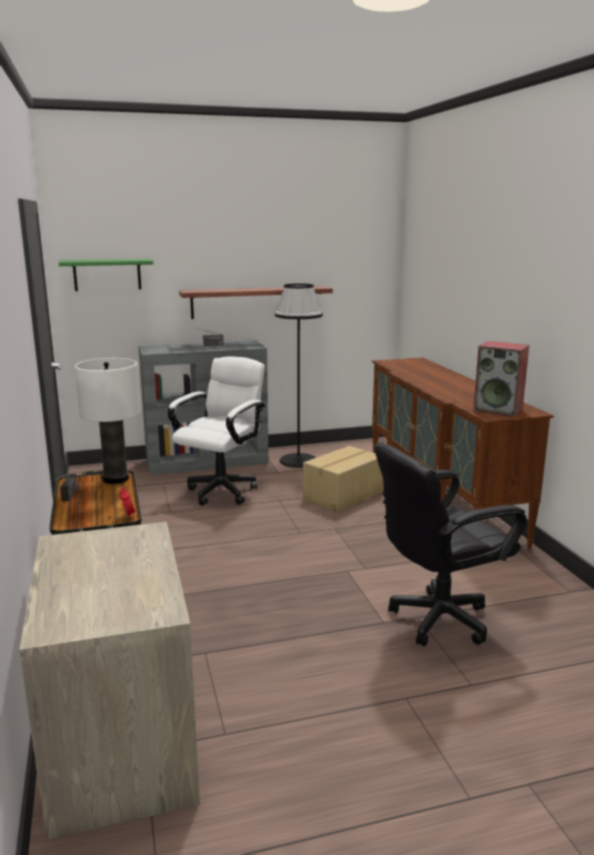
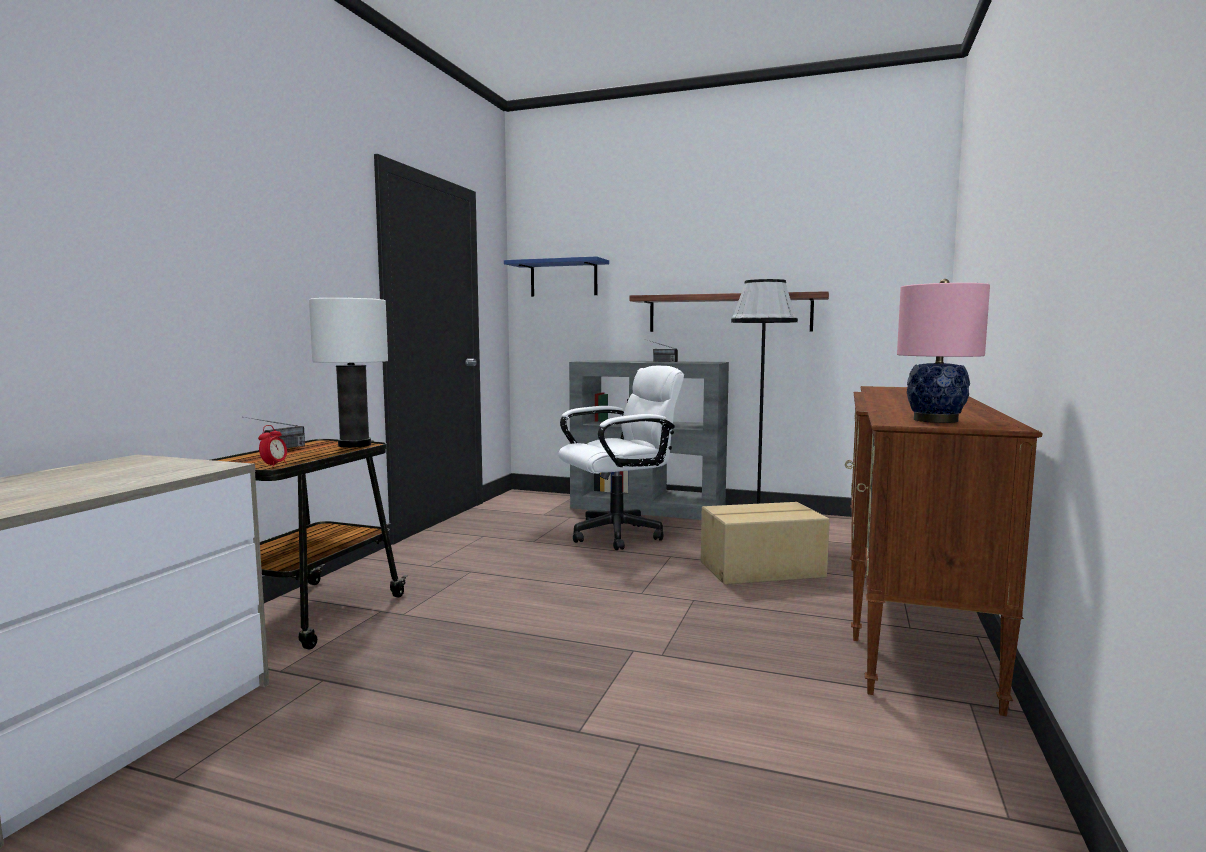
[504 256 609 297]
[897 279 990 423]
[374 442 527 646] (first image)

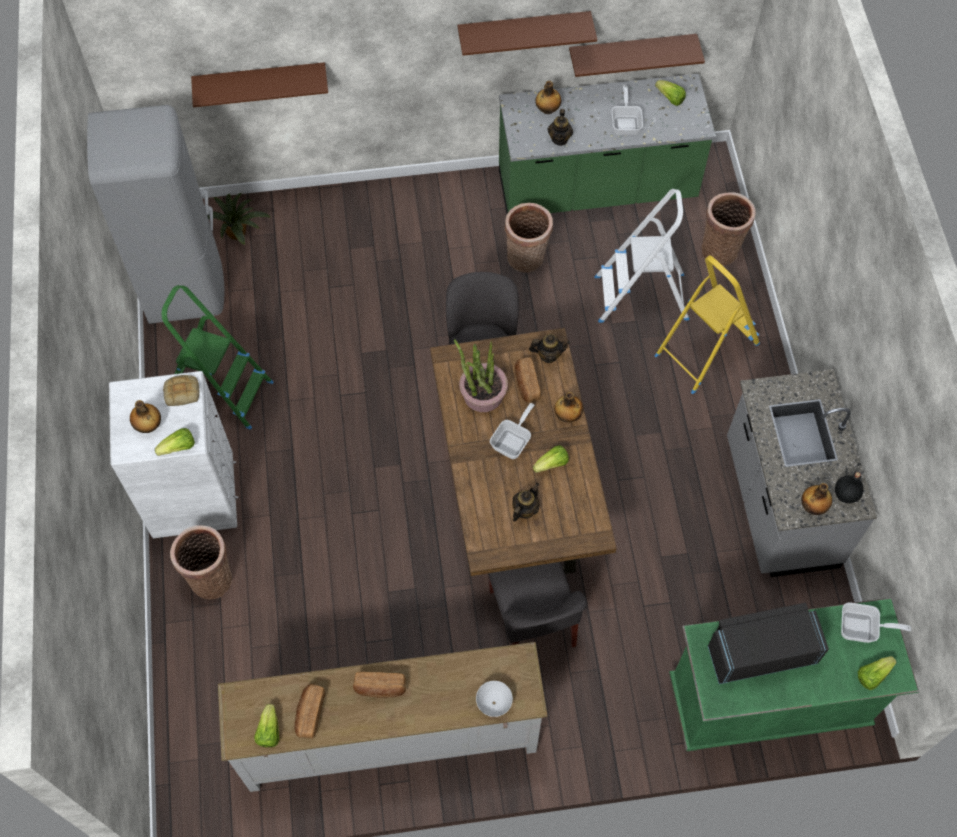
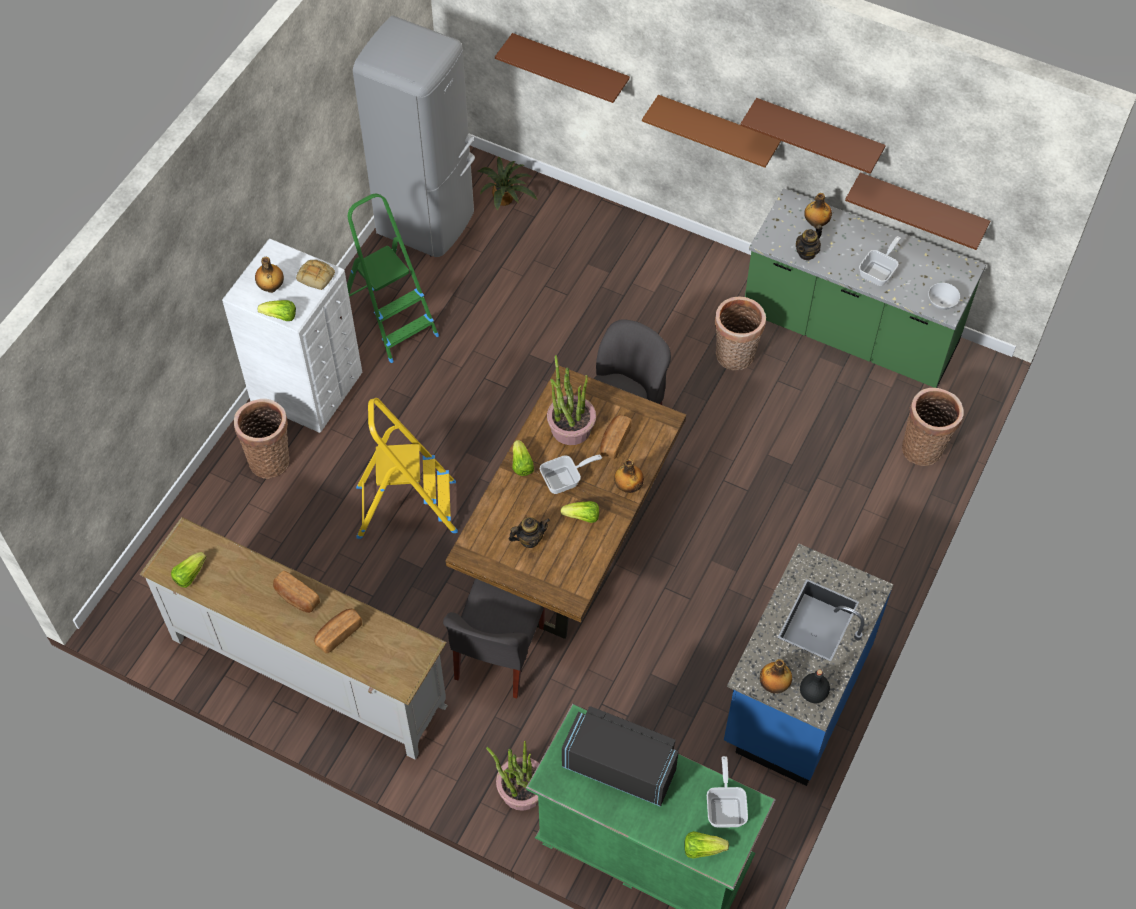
[314 609 362 653]
[356 398 458 539]
[486 741 539 811]
[512 440 534 476]
[642 95 781 168]
[707 756 748 828]
[724 544 894 786]
[928 283 960 310]
[529 334 570 363] (first image)
[594 189 690 323] (first image)

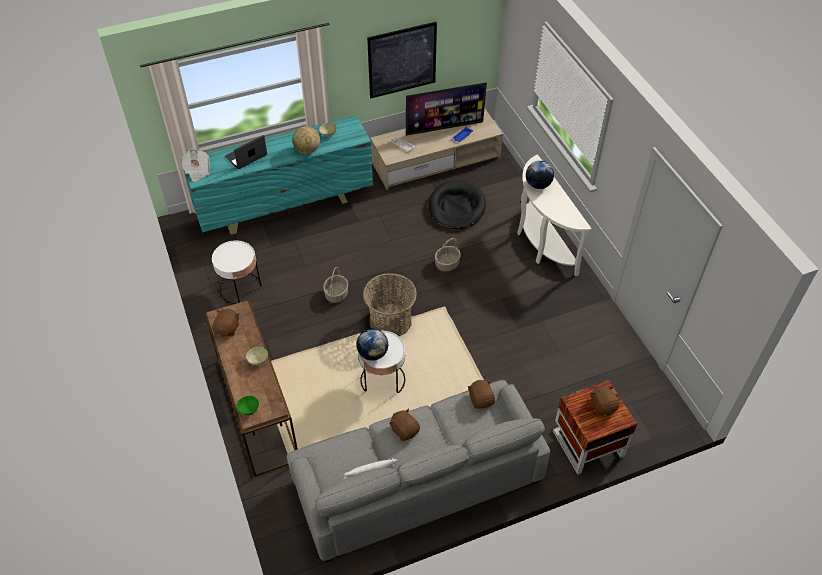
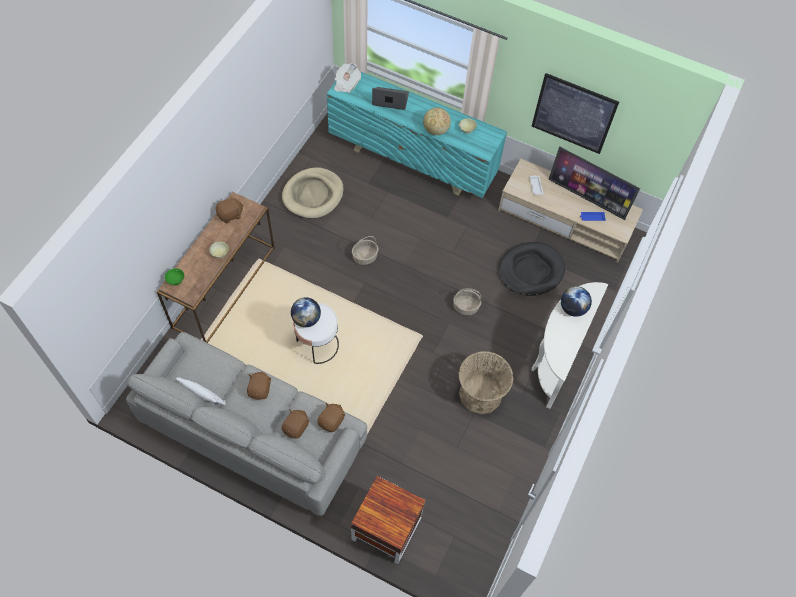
[281 409 310 439]
[282 167 344 219]
[459 351 513 415]

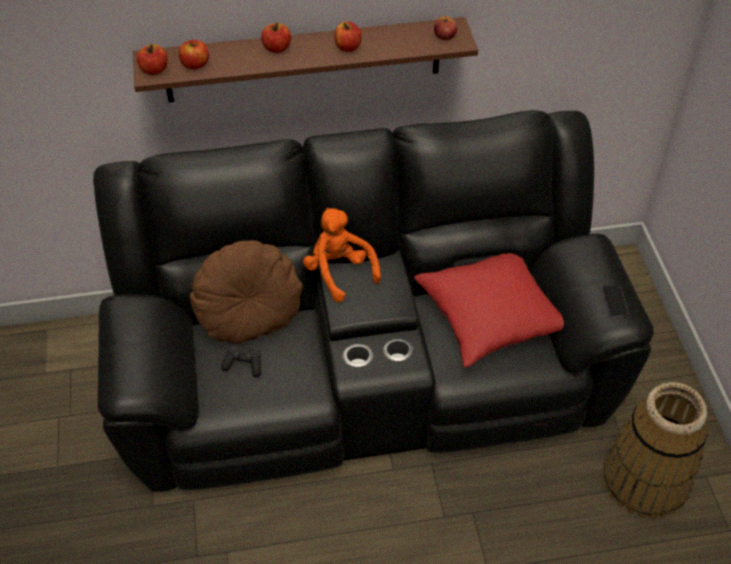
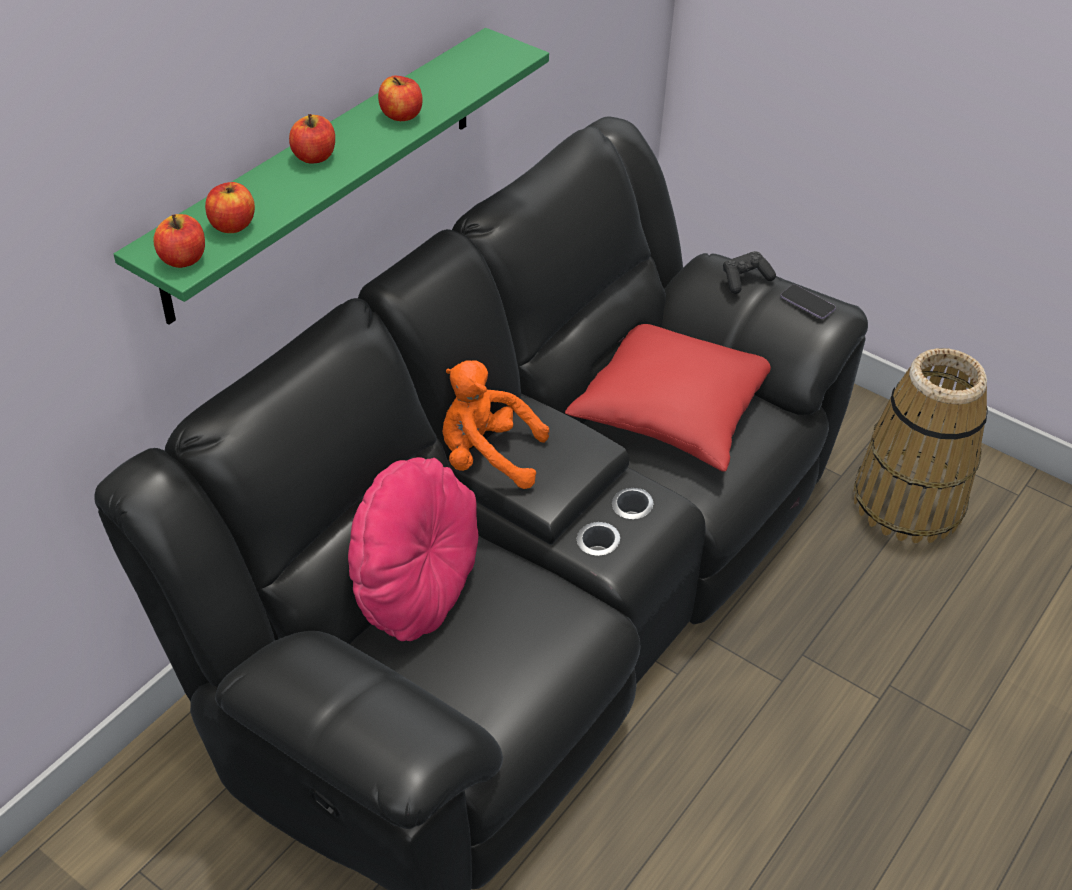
[114 28 549 325]
[348 457 478 641]
[723 251 776 294]
[434 15 457 40] (first image)

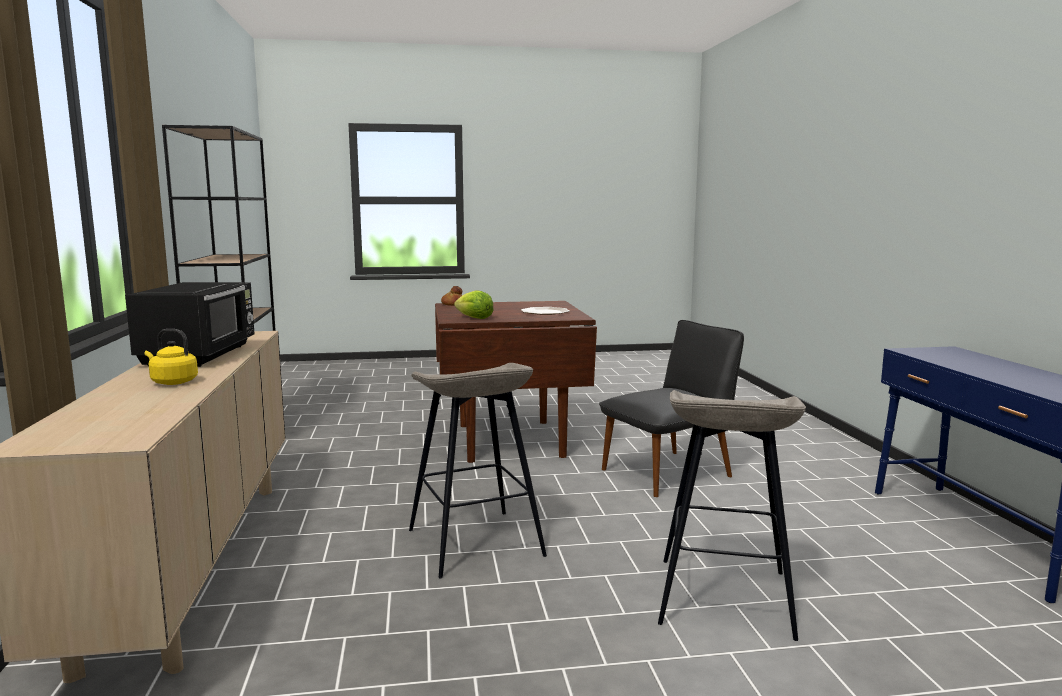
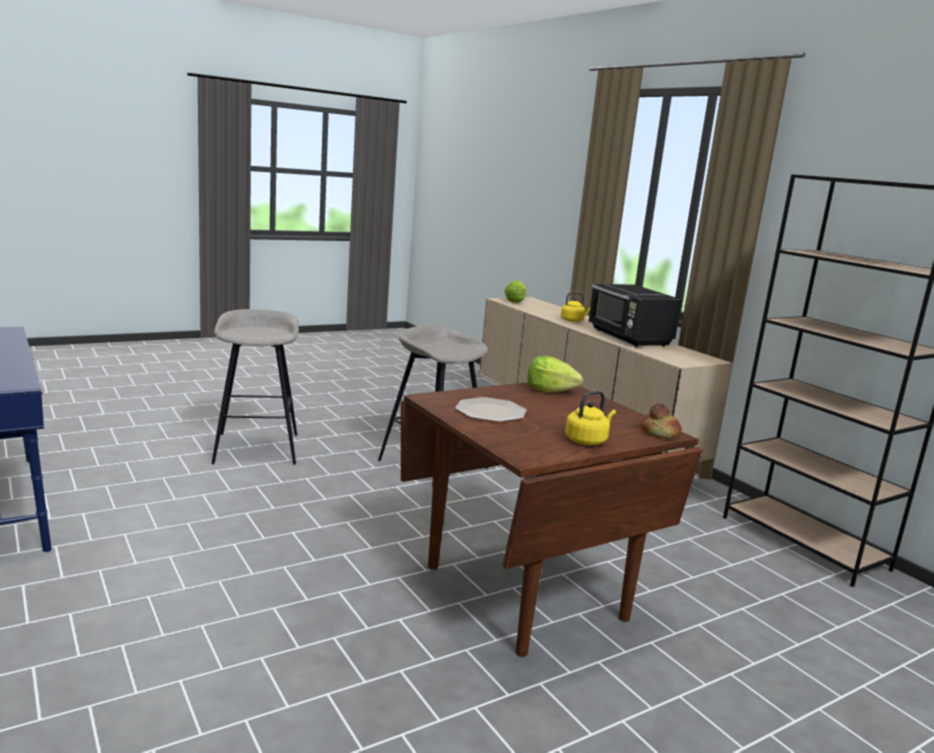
[504 281 526 303]
[565 391 616 445]
[599 320 744 497] (first image)

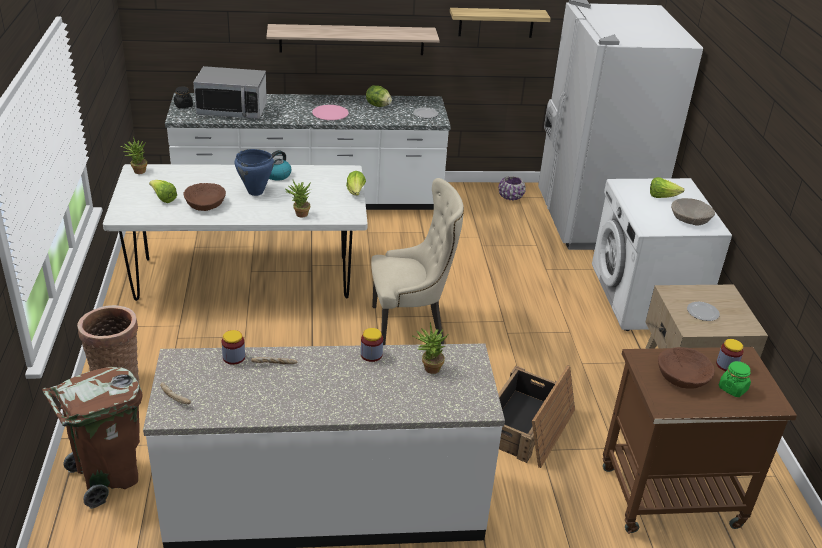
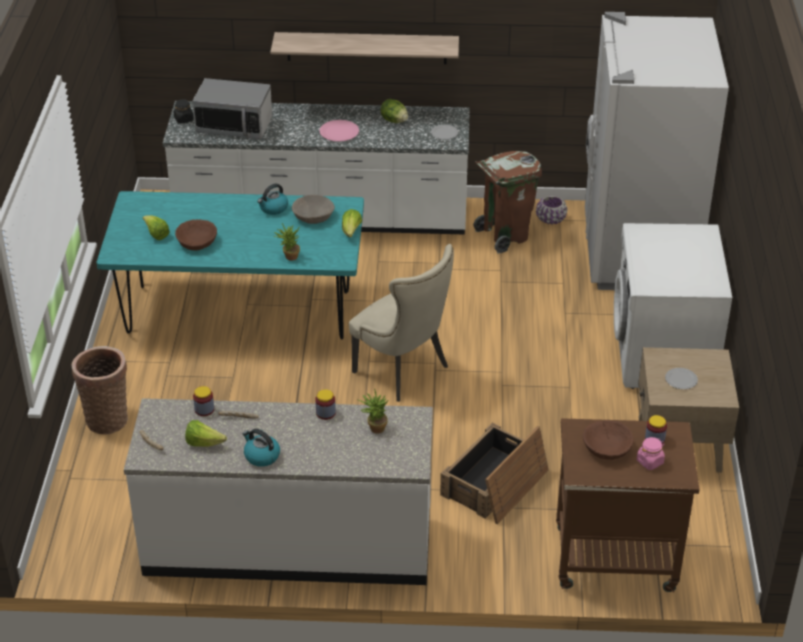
[96 191 364 339]
[185 420 227 447]
[243 429 280 467]
[292 195 335 224]
[349 244 454 402]
[473 151 542 254]
[637 437 665 470]
[120 137 147 174] (first image)
[235 149 274 196] (first image)
[450 8 551 38] (first image)

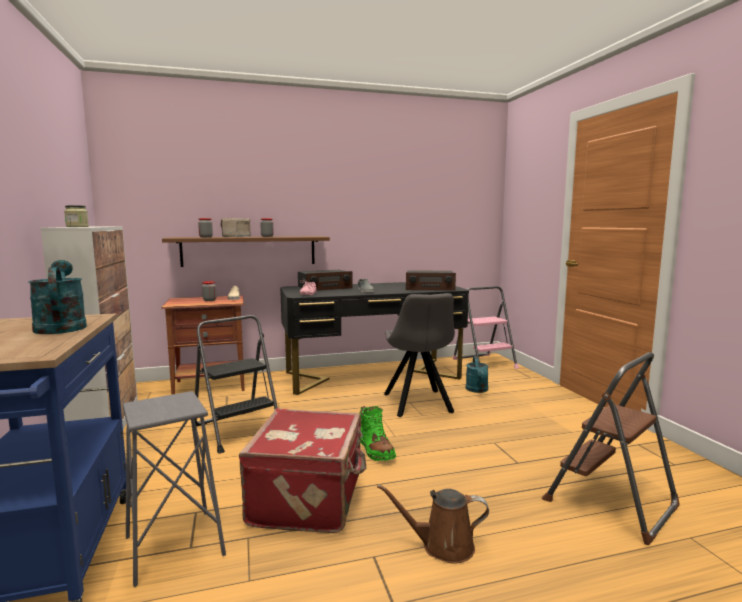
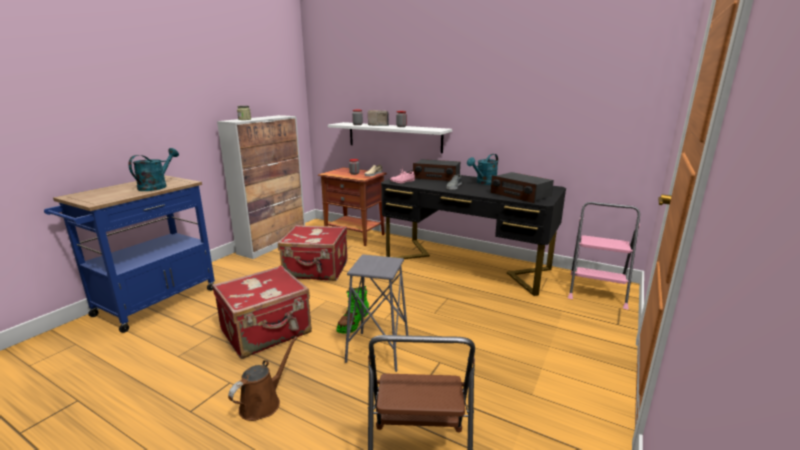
[228 336 298 421]
[278 225 348 281]
[328 122 452 153]
[345 254 408 372]
[467 154 498 185]
[384 293 455 417] (first image)

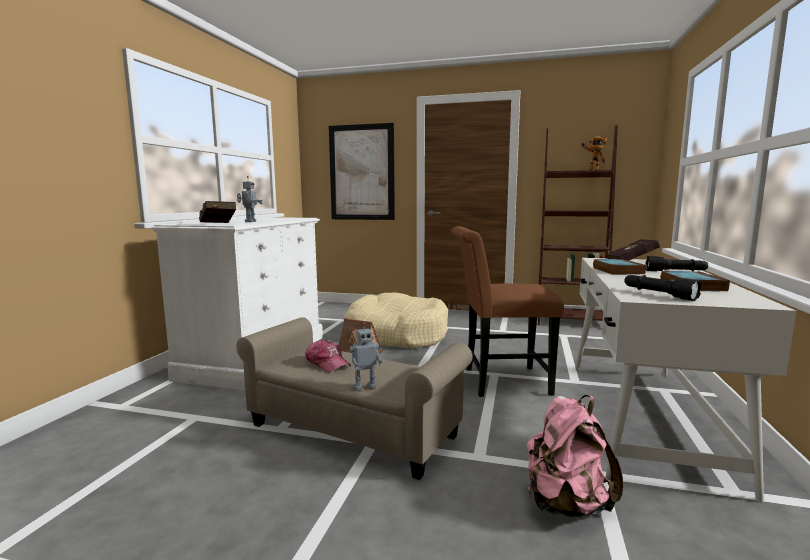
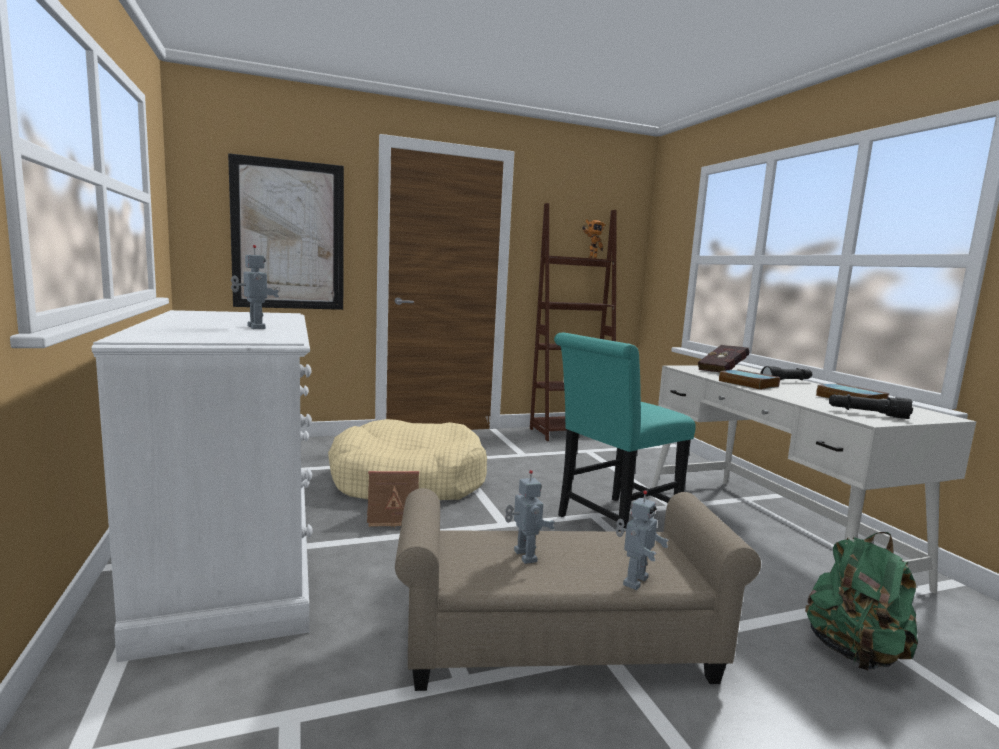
[505 470 555 564]
[554 333 696 532]
[805 532 918 671]
[199 201 236 223] (first image)

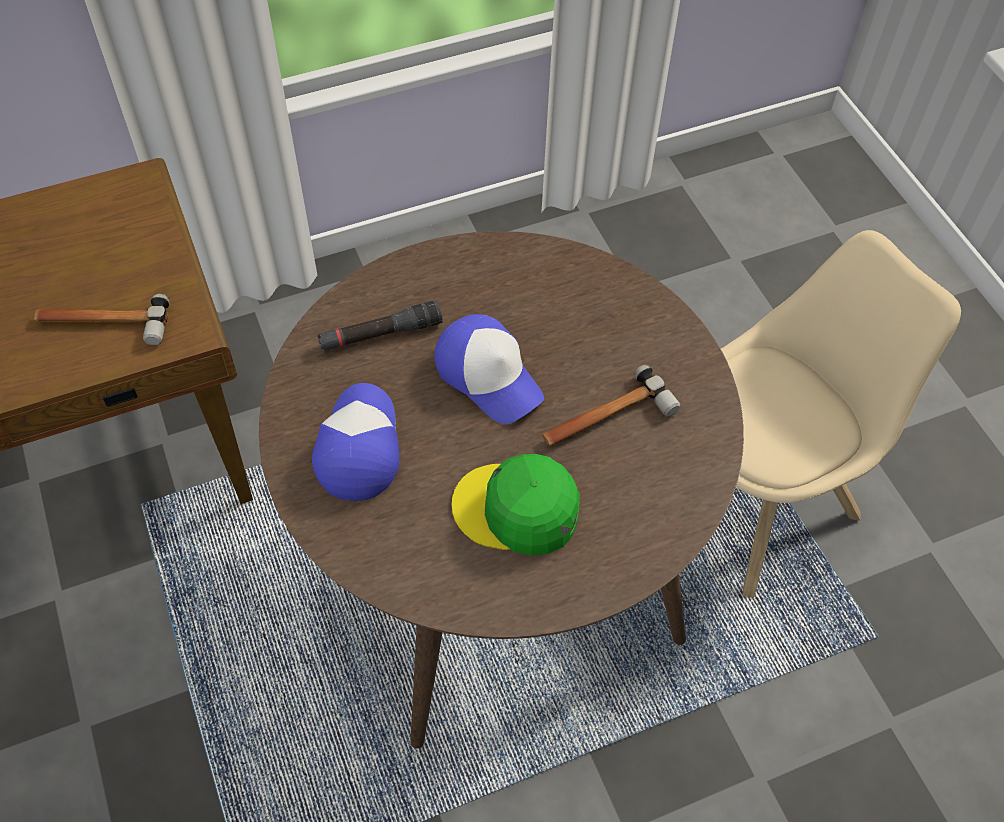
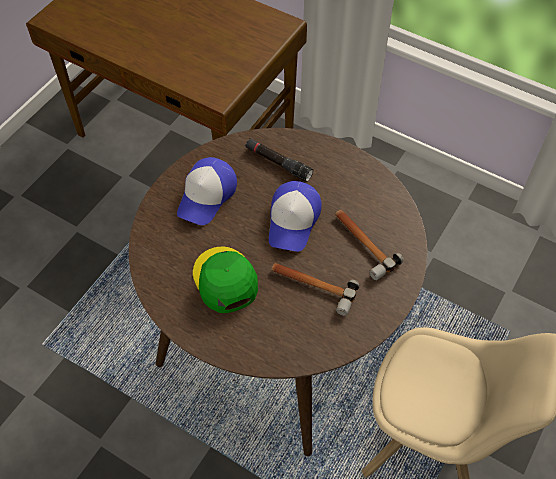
[177 157 237 225]
[335 210 404 281]

